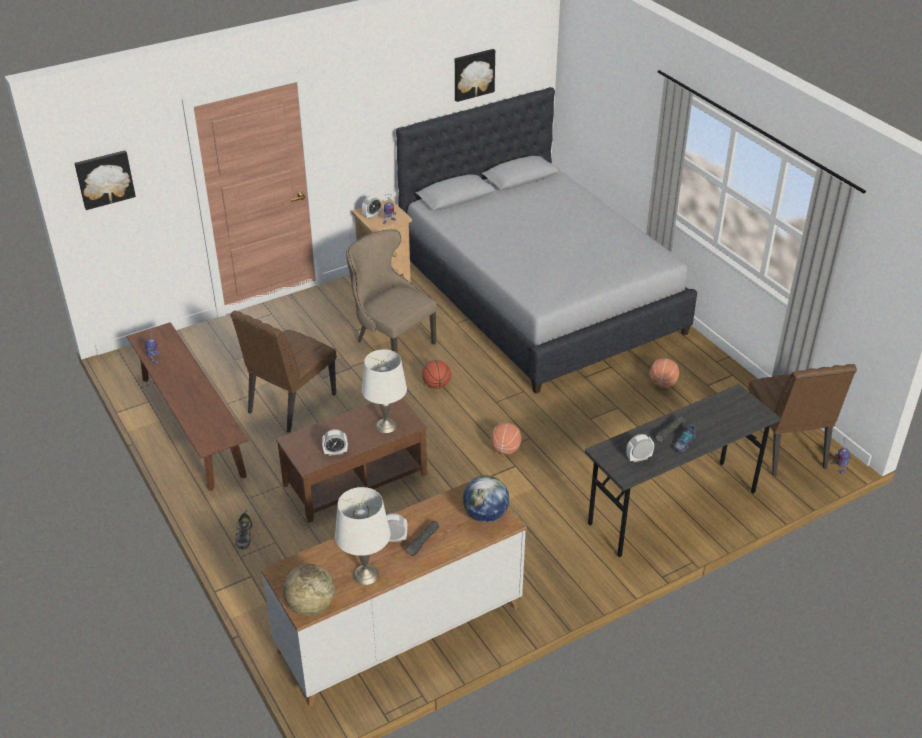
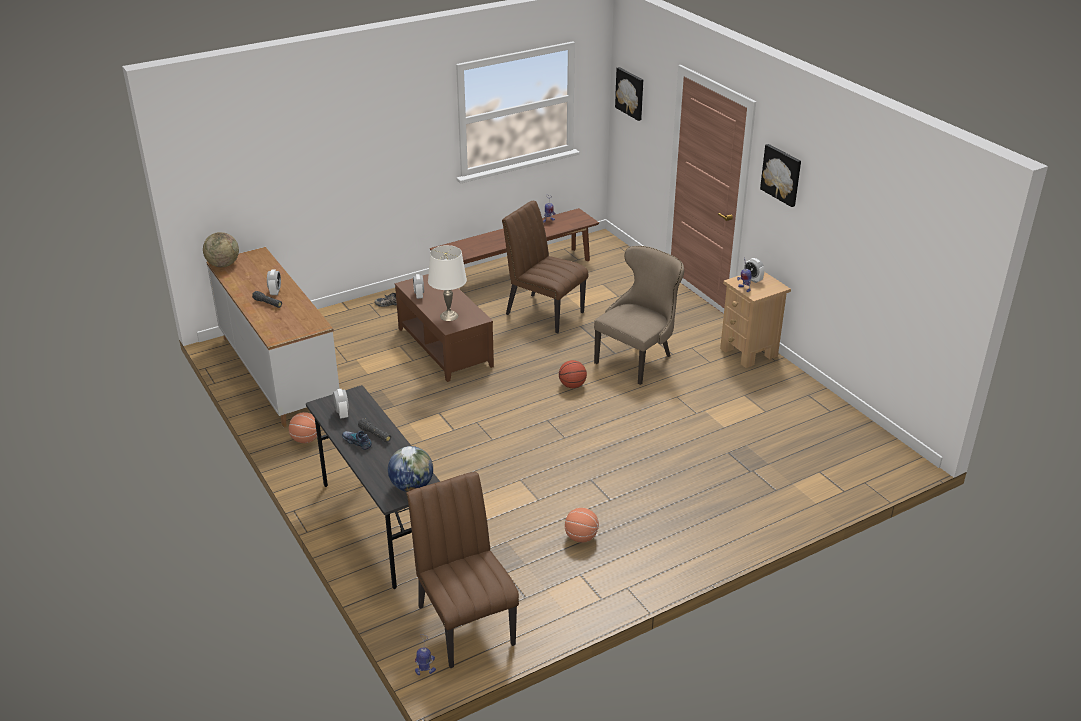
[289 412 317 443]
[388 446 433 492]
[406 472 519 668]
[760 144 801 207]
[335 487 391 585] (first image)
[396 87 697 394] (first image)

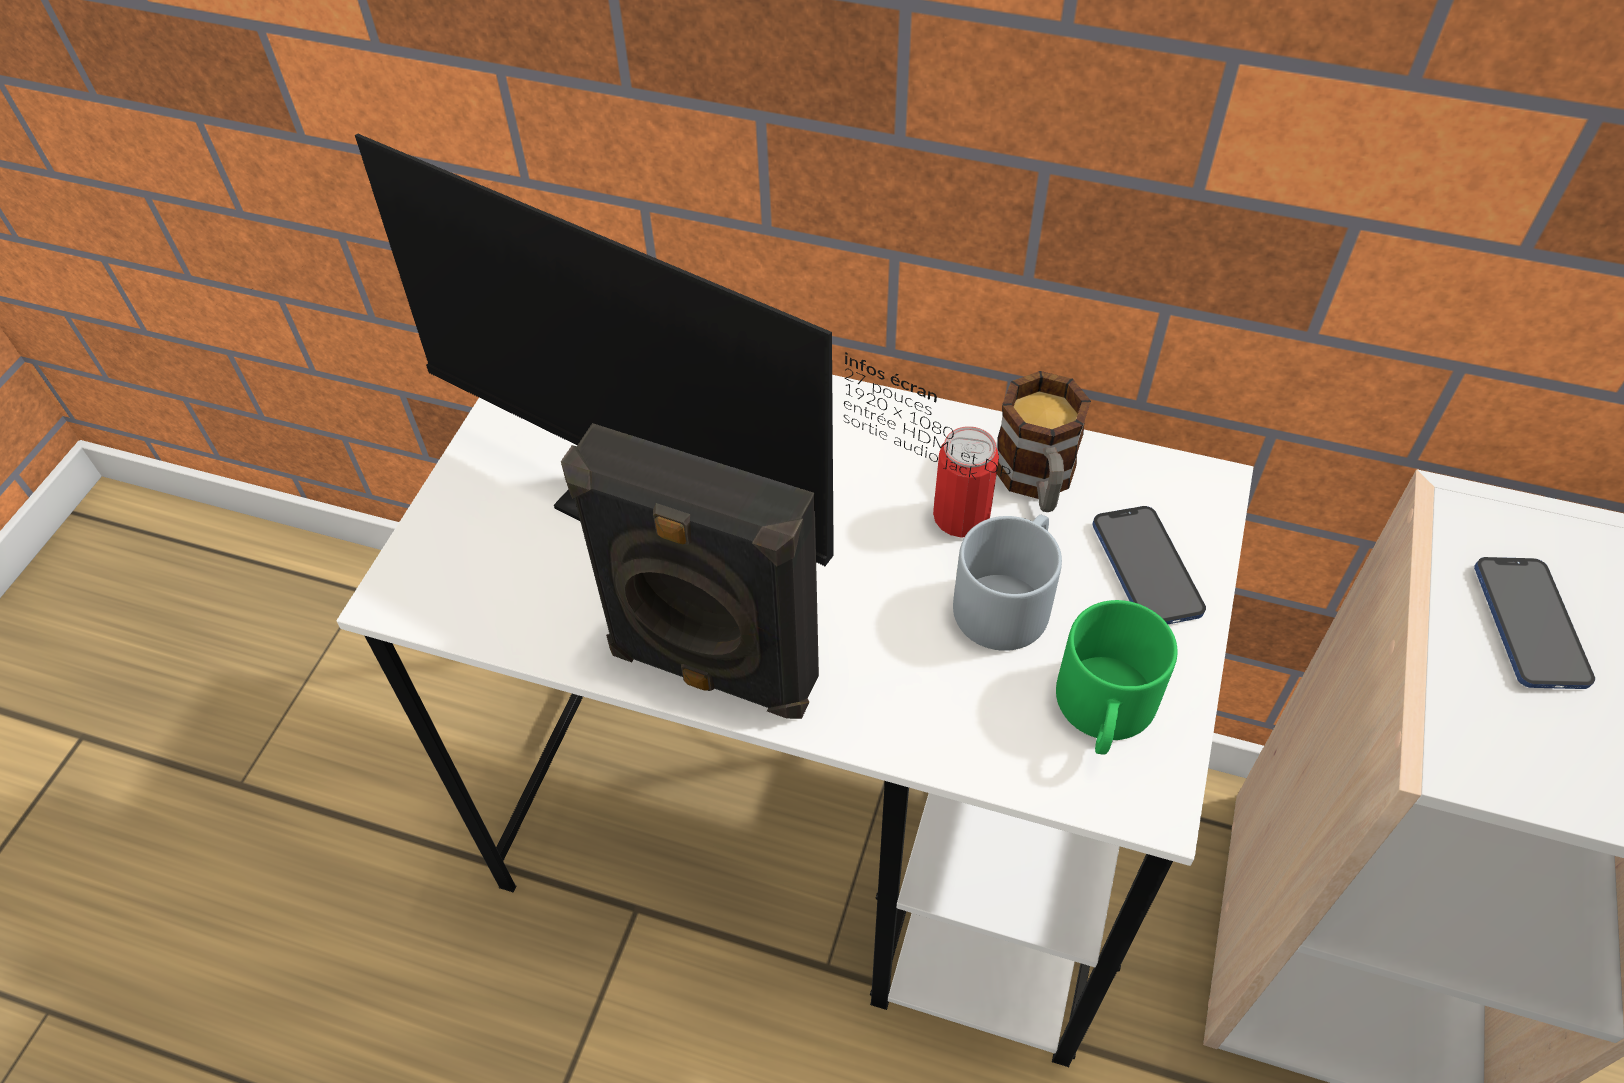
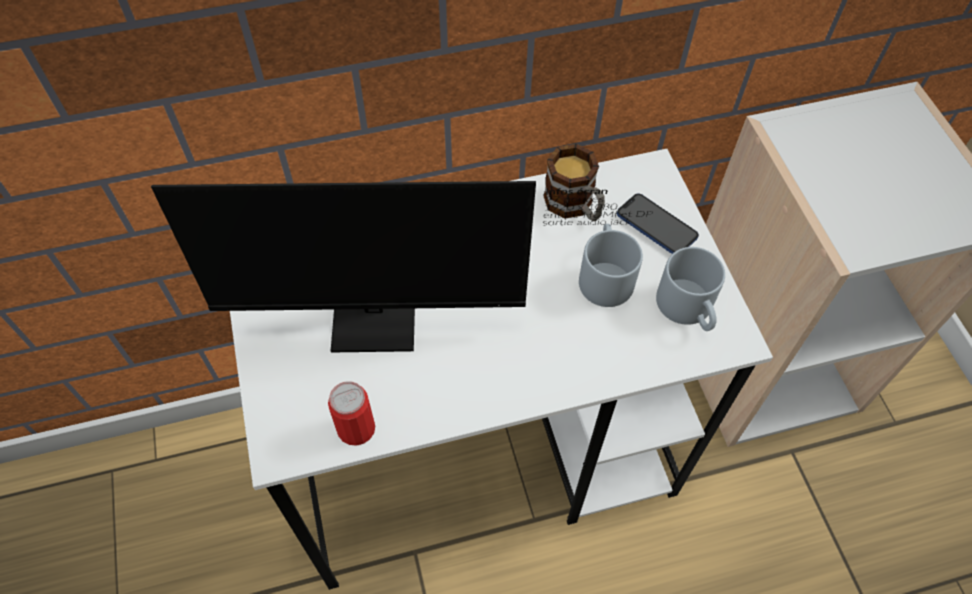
[328 381 375 446]
[656 247 725 331]
[561 423 819 719] (first image)
[1474 557 1595 689] (first image)

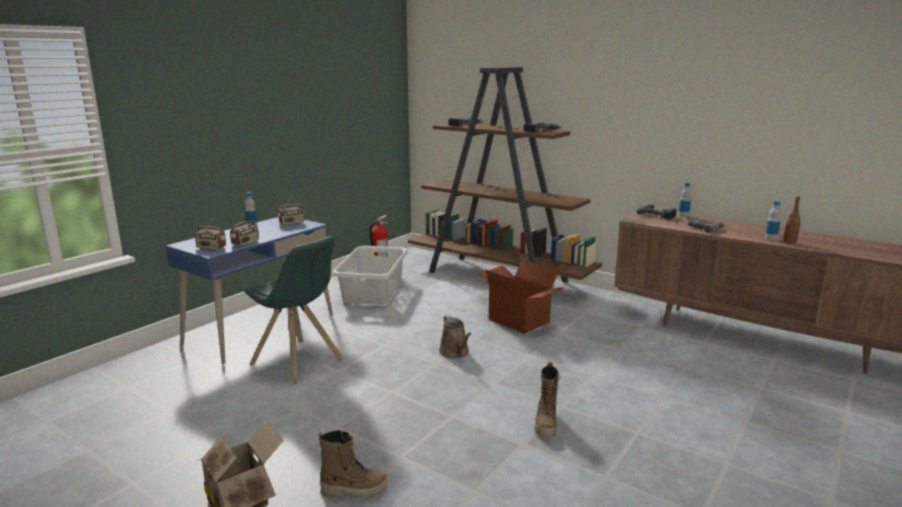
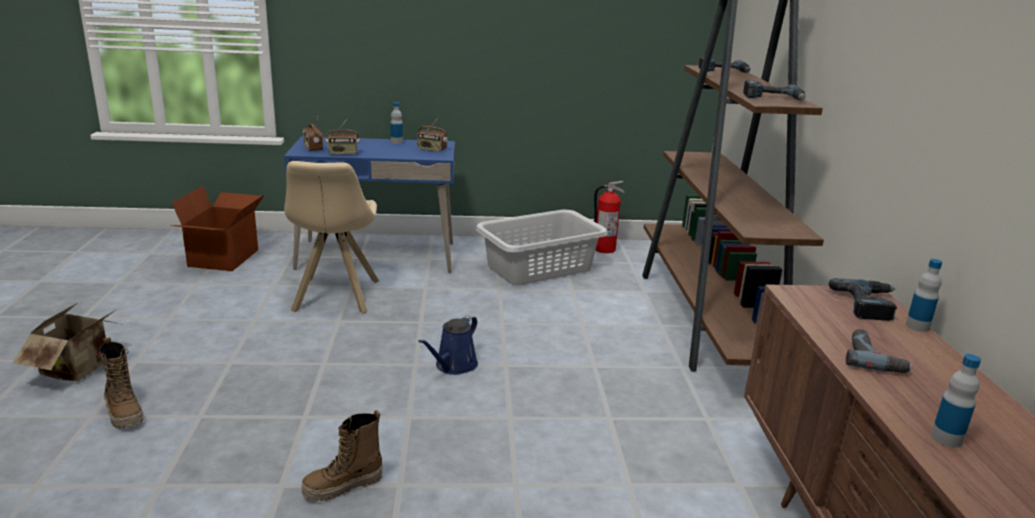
[170 186 265 271]
[284 161 379 313]
[419 315 478 375]
[784 196 801 244] (first image)

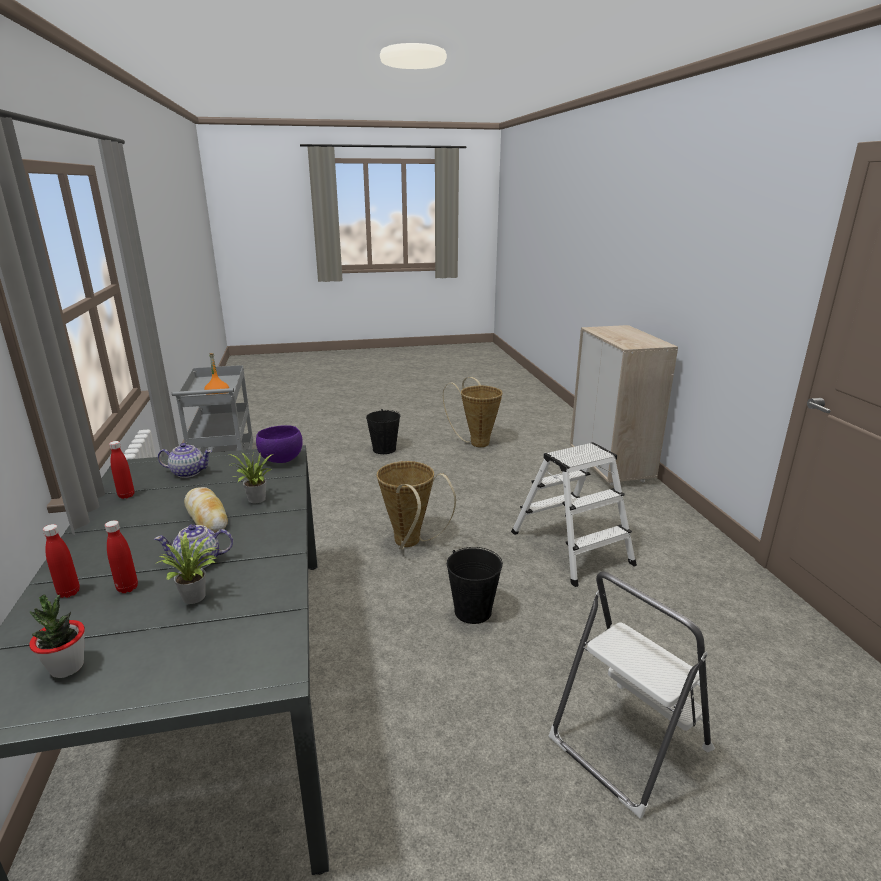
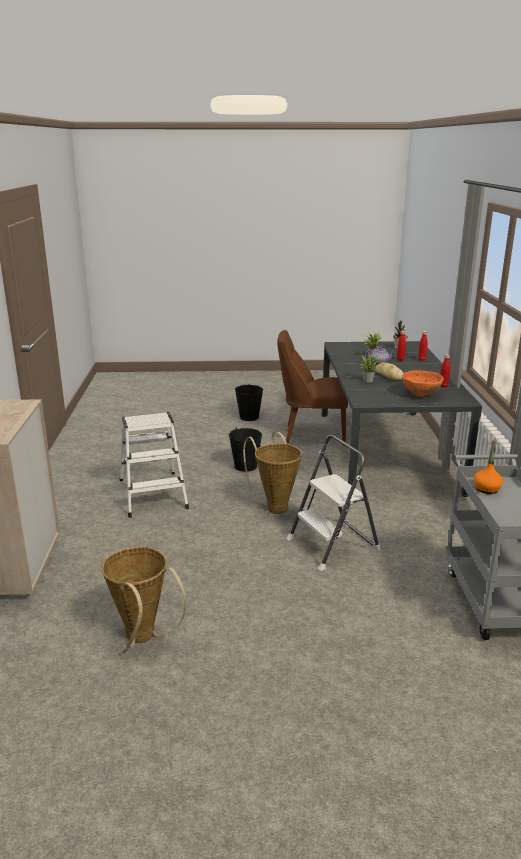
[235 383 263 421]
[277 330 348 446]
[286 435 381 571]
[402 371 444 396]
[256 425 303 463] (first image)

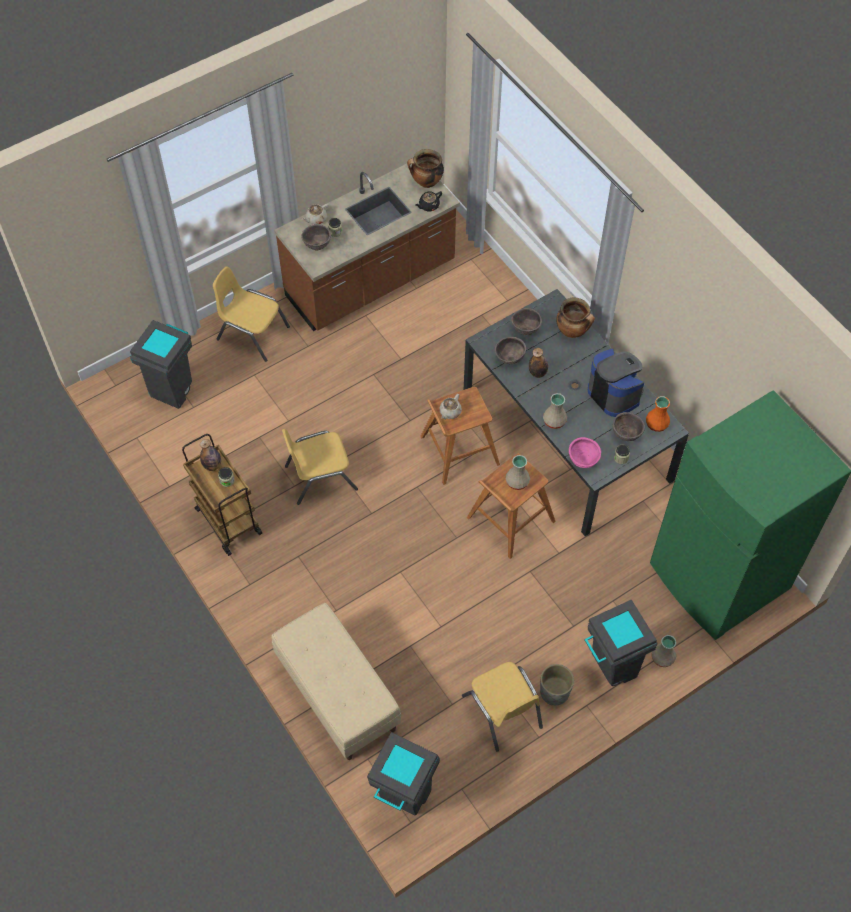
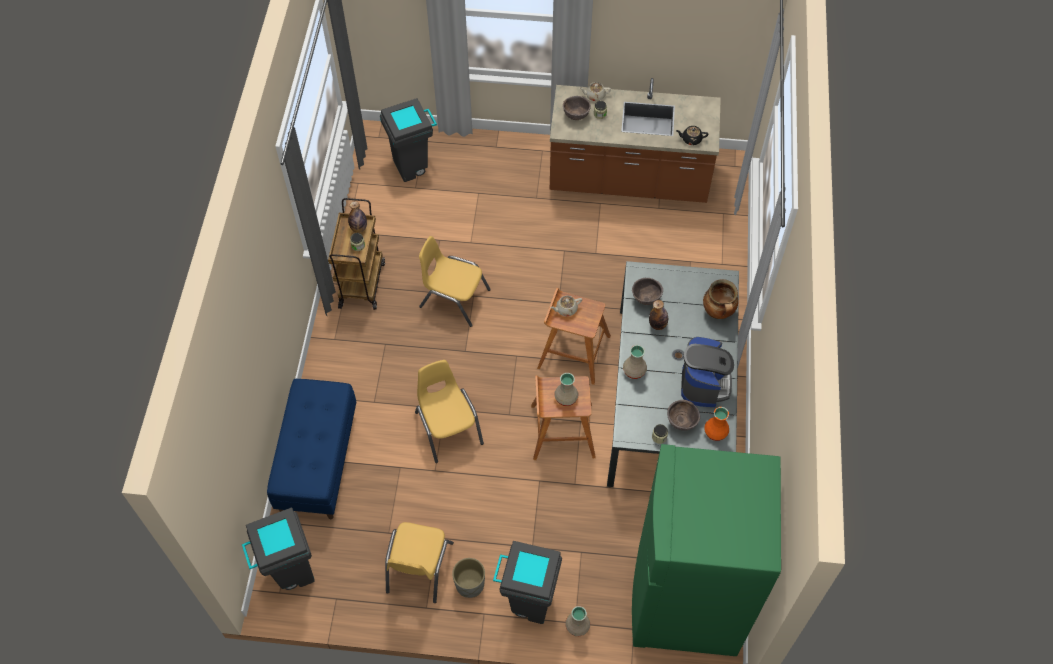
[267 379 356 520]
[415 360 484 463]
[407 149 444 188] (first image)
[511 308 542 335] (first image)
[569 437 601 468] (first image)

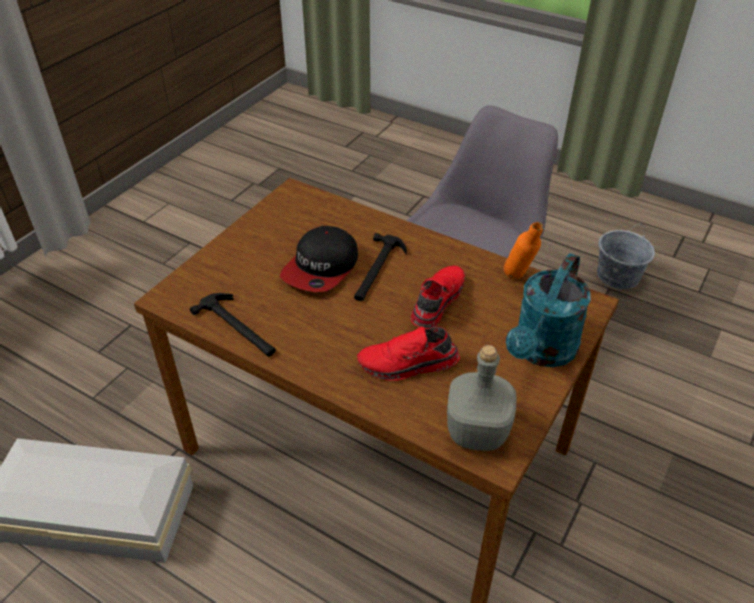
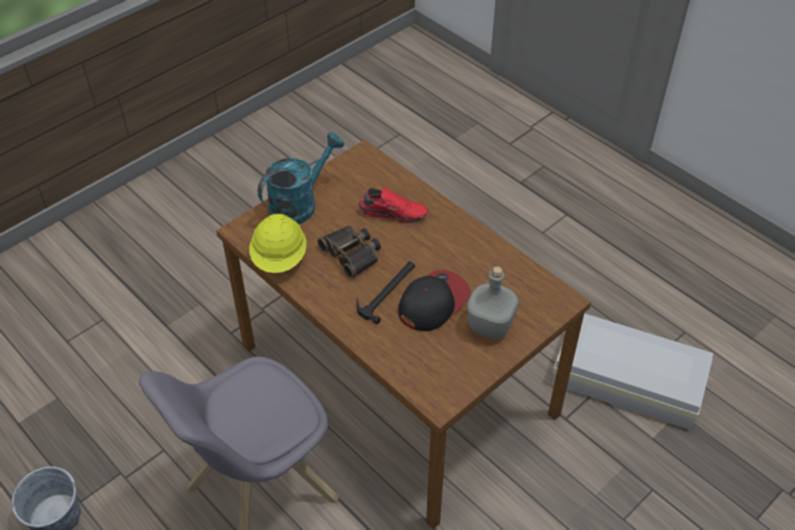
[249 214 307 273]
[317 225 381 279]
[467 266 518 340]
[190 293 276 357] (first image)

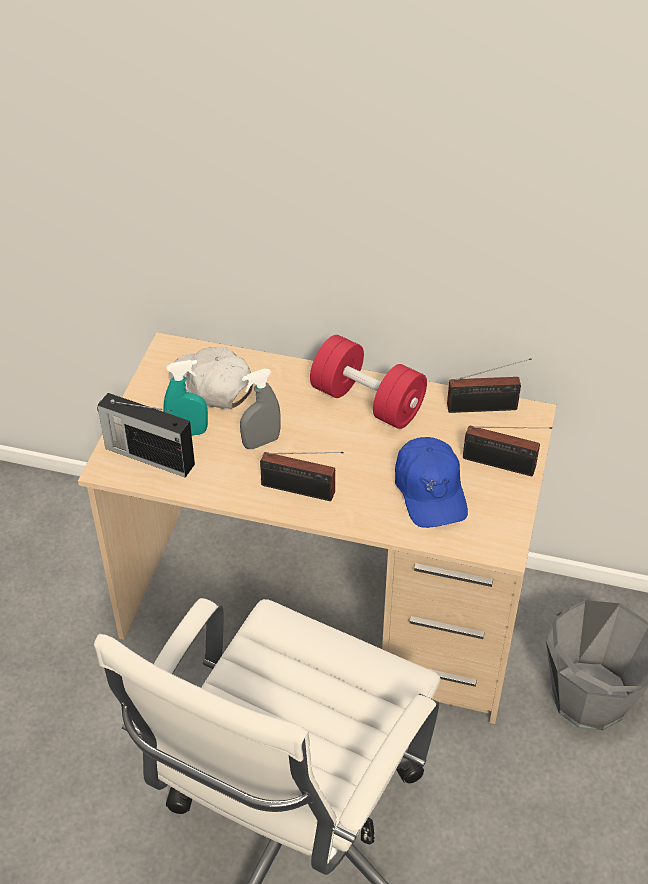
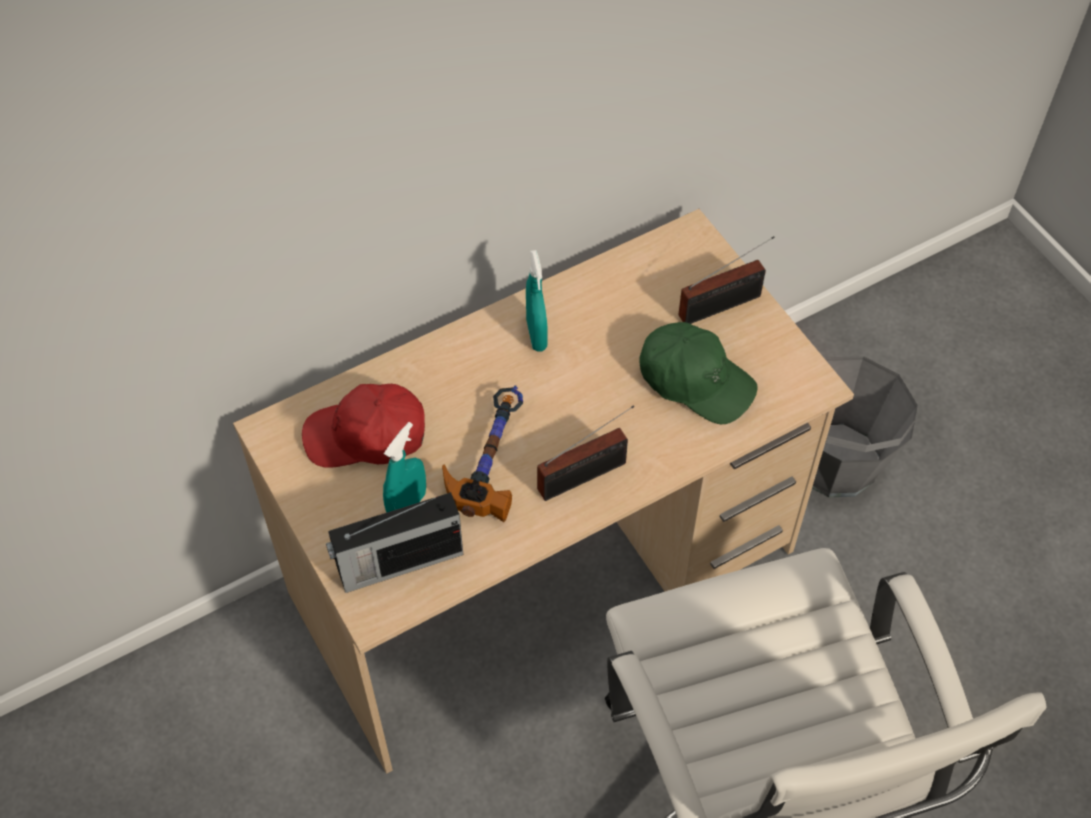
[302 384 425 468]
[442 385 523 522]
[526 250 548 352]
[639 322 758 424]
[447 358 532 413] (first image)

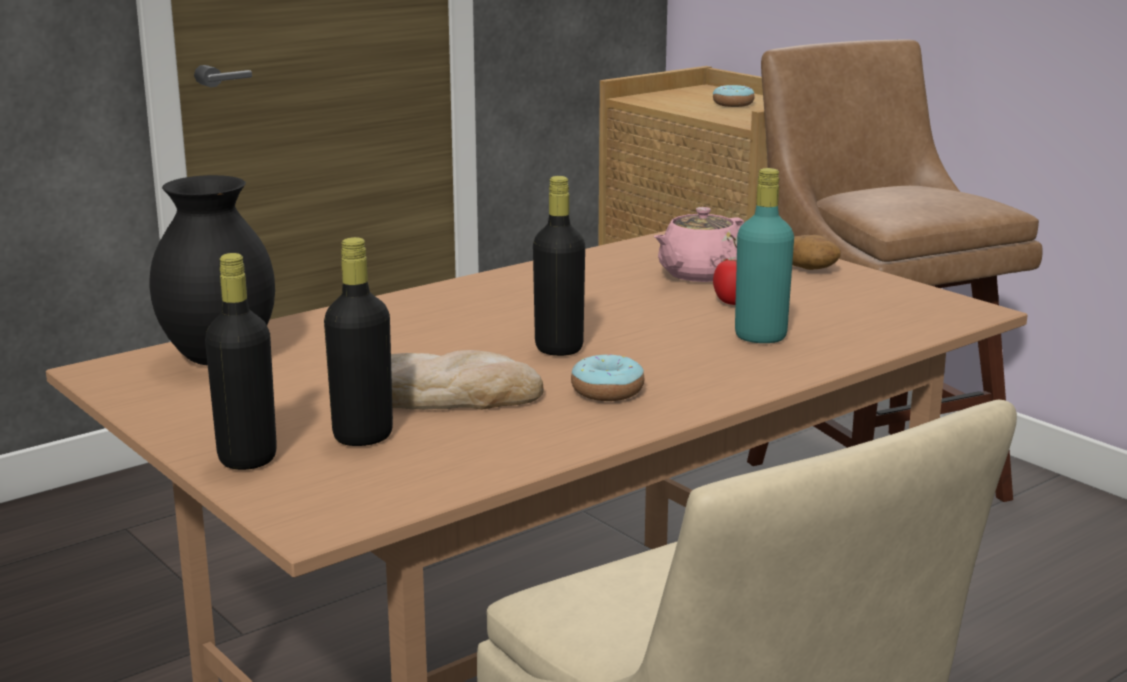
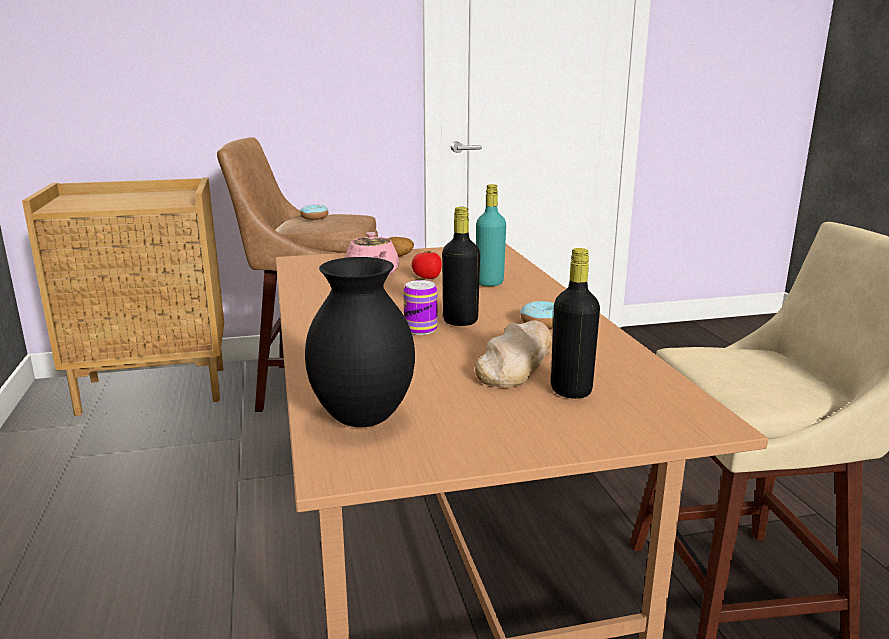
[300 205 328 220]
[403 280 438 335]
[205 253 277 470] (first image)

